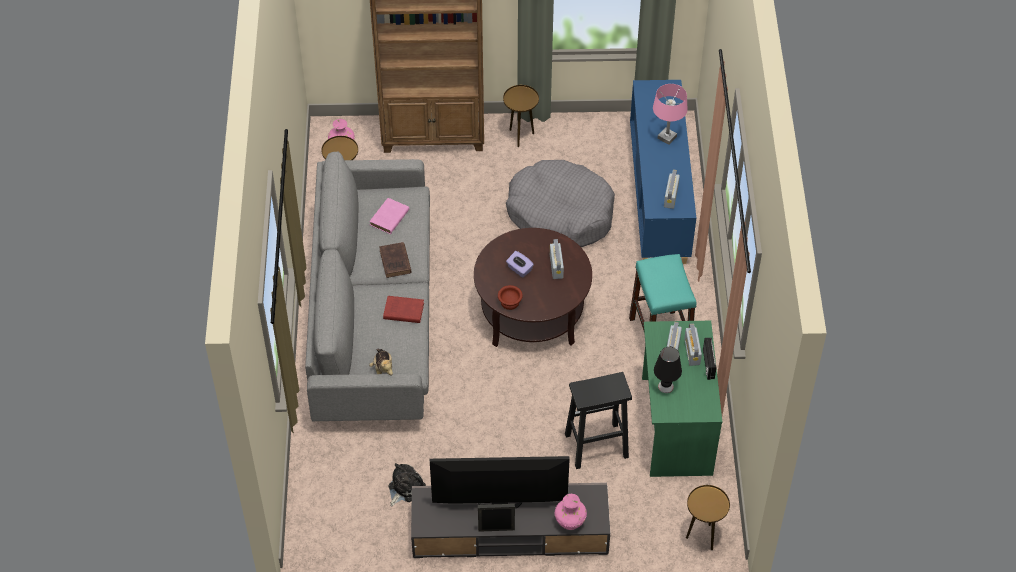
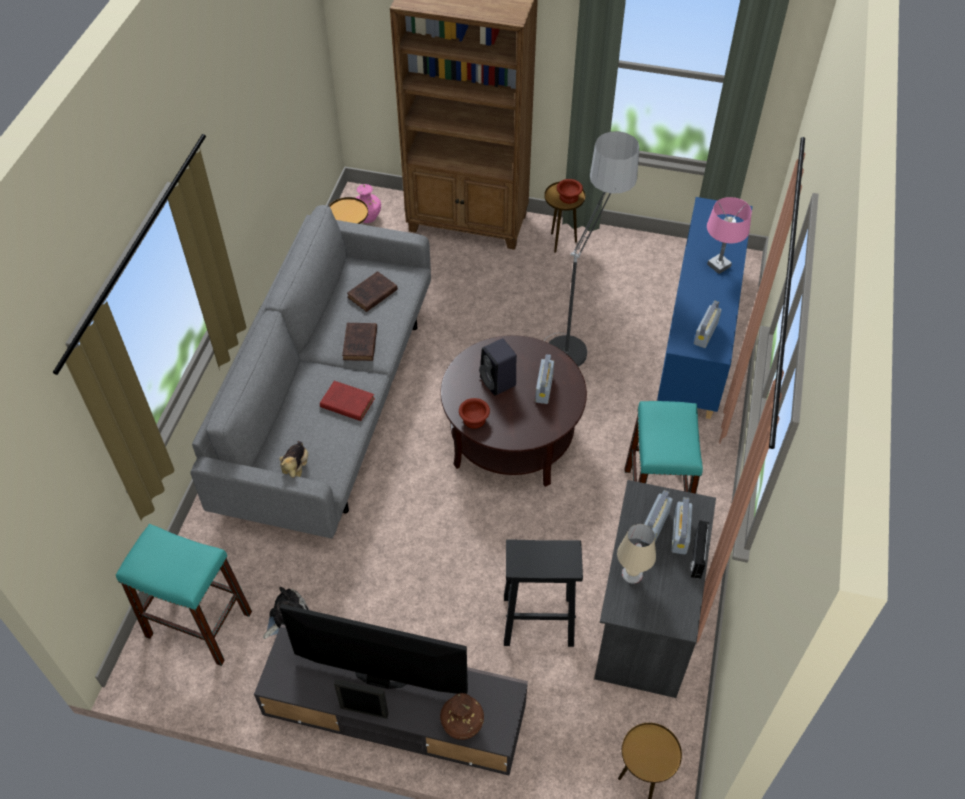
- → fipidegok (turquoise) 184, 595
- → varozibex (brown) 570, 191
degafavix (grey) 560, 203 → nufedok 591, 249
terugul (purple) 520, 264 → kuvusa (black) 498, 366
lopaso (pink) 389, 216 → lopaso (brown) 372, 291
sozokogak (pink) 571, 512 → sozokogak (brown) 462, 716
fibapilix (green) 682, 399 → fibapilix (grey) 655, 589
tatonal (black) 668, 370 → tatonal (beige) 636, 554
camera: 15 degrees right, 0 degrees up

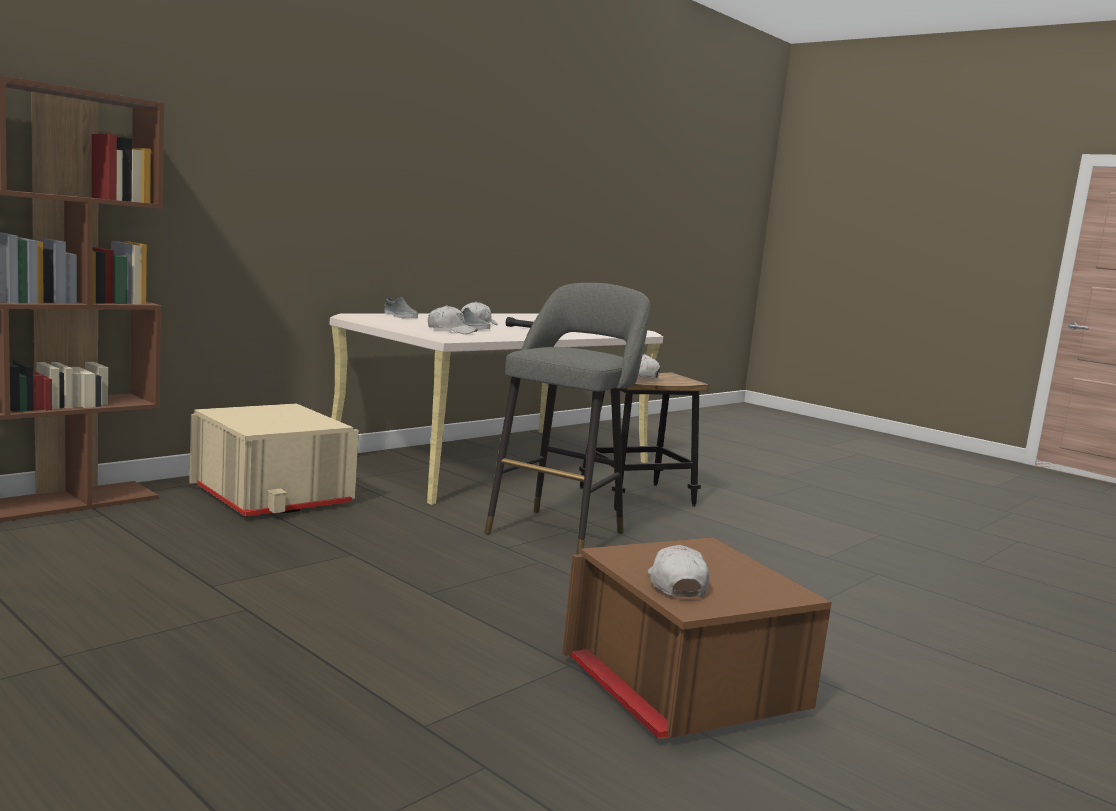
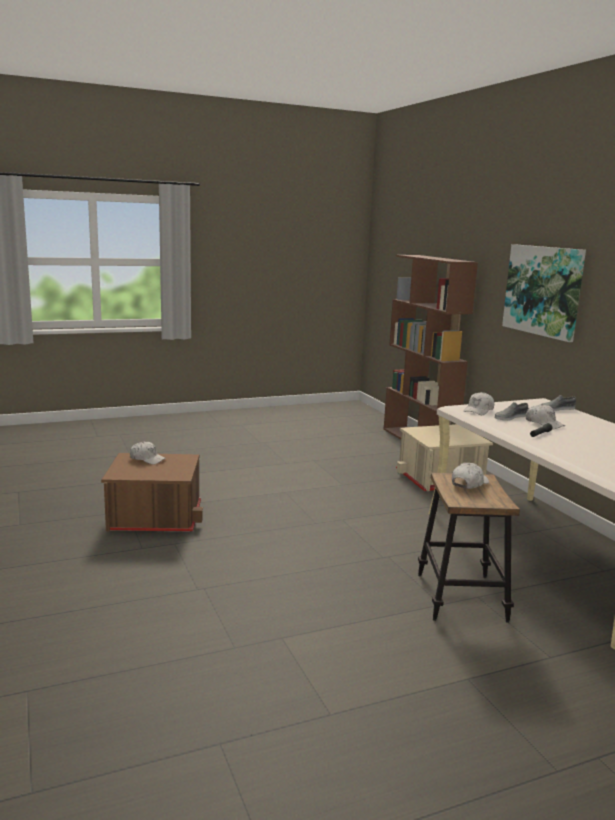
fipidegok (grey) 567, 419 → -
- → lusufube 544, 293
camera: 115 degrees right, 5 degrees up

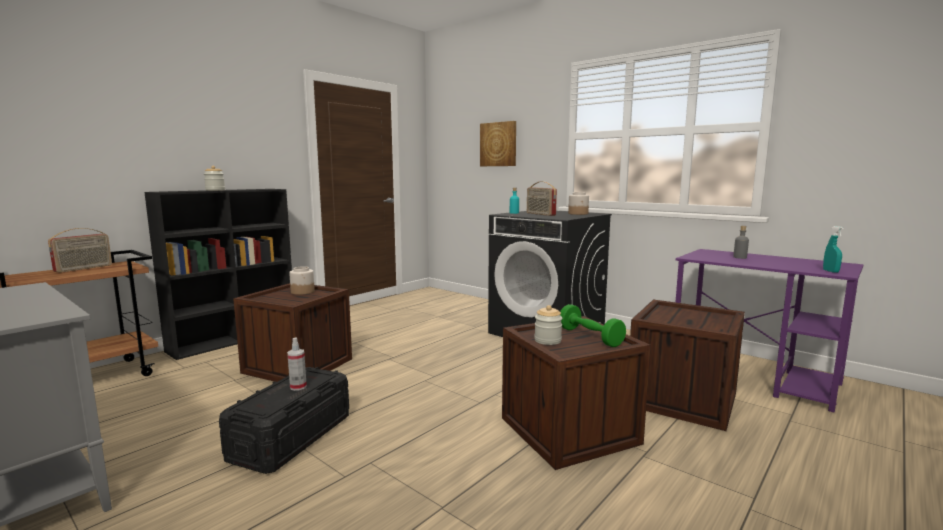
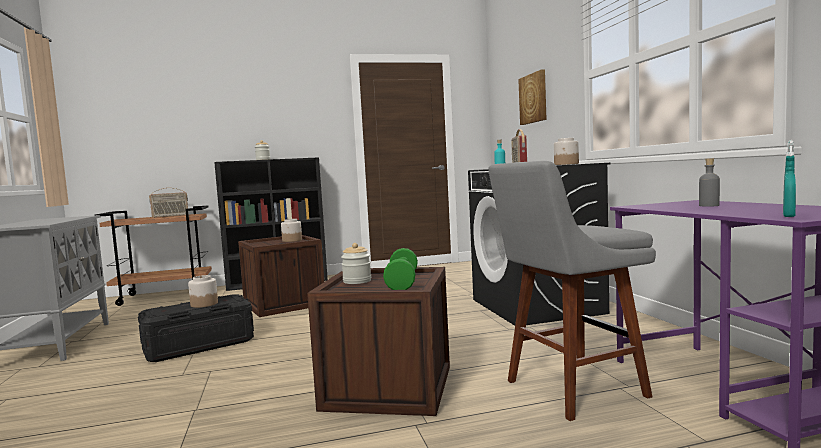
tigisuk 297, 364 → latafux 203, 291
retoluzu 687, 365 → fipidegok (grey) 572, 291
camera: 35 degrees right, 5 degrees down

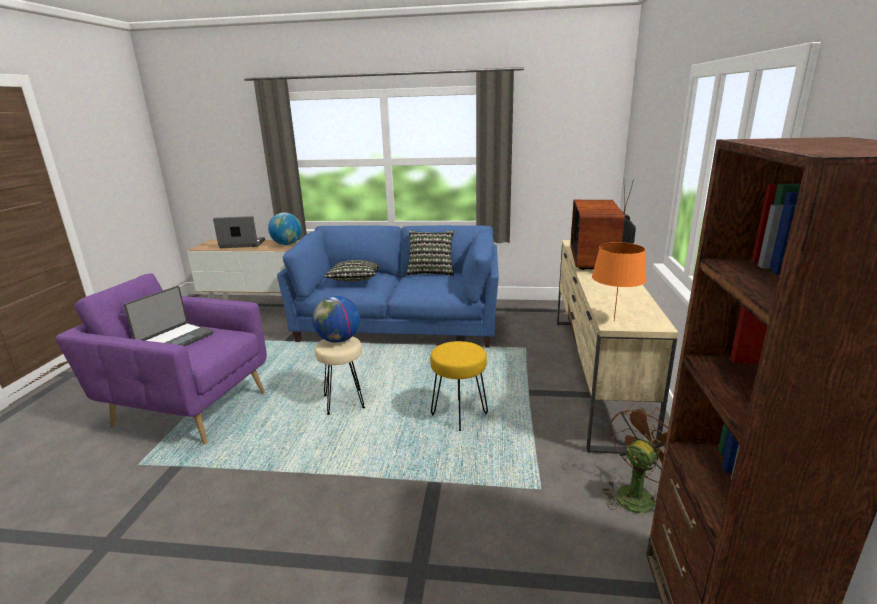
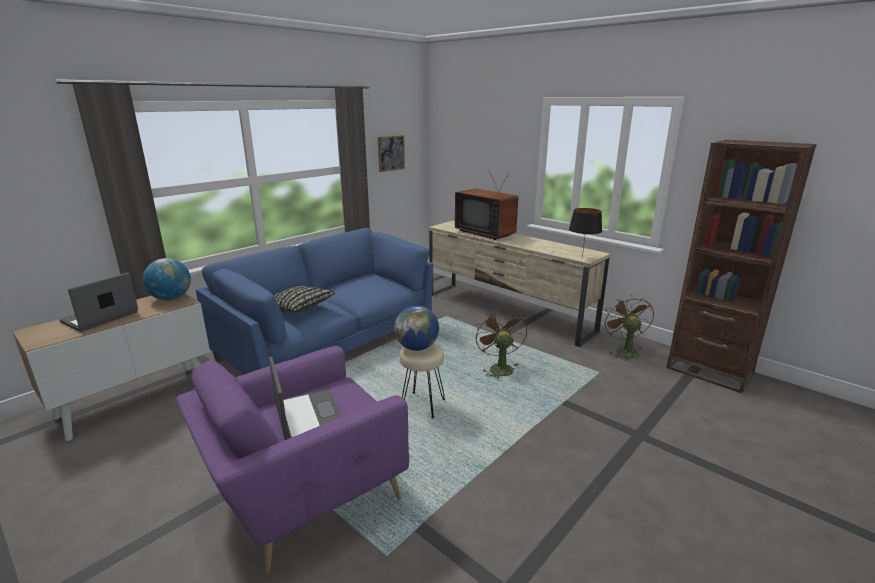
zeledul 430, 253 → -
- → lusufube 391, 153
fipidegok (yellow) 459, 386 → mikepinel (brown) 501, 345
tatonal (orange) 619, 281 → tatonal (black) 585, 233
camera: 55 degrees left, 0 degrees up

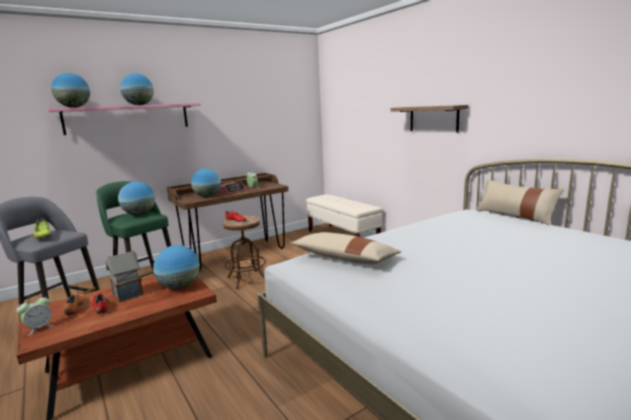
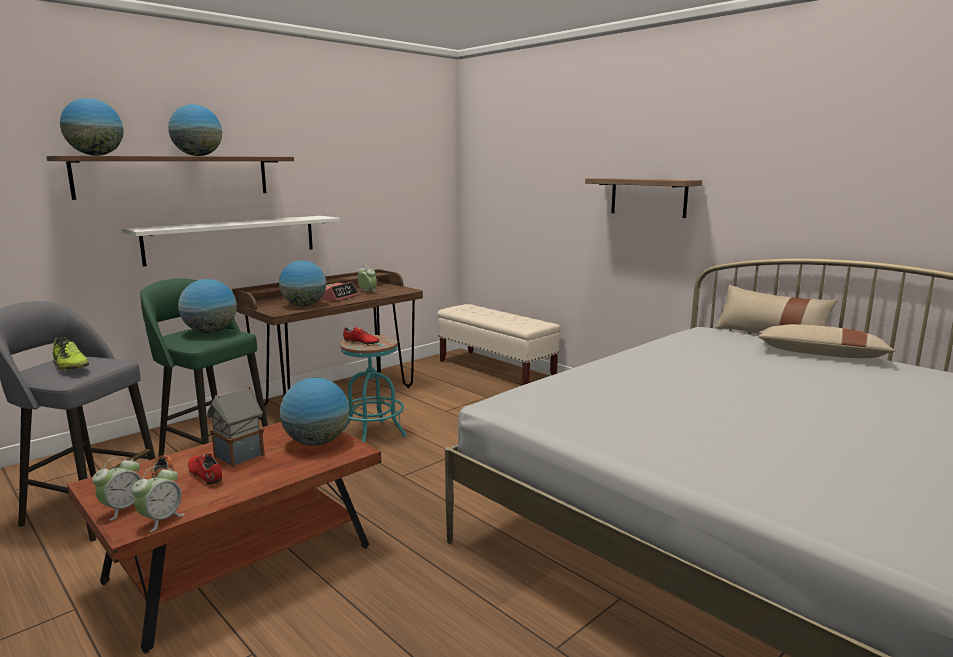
- → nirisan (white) 231, 241
- → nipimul 158, 499
zeledul (beige) 345, 248 → zeledul (beige) 827, 341, shifted
nirisan (pink) 124, 119 → nirisan (brown) 170, 178
fipidegok (brown) 244, 252 → fipidegok (turquoise) 373, 388
camera: 10 degrees left, 0 degrees up

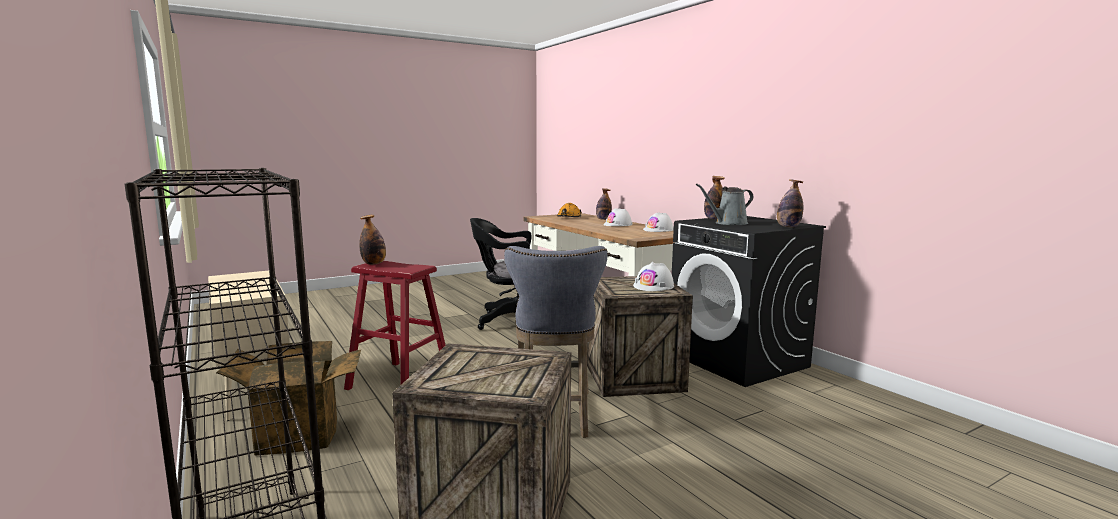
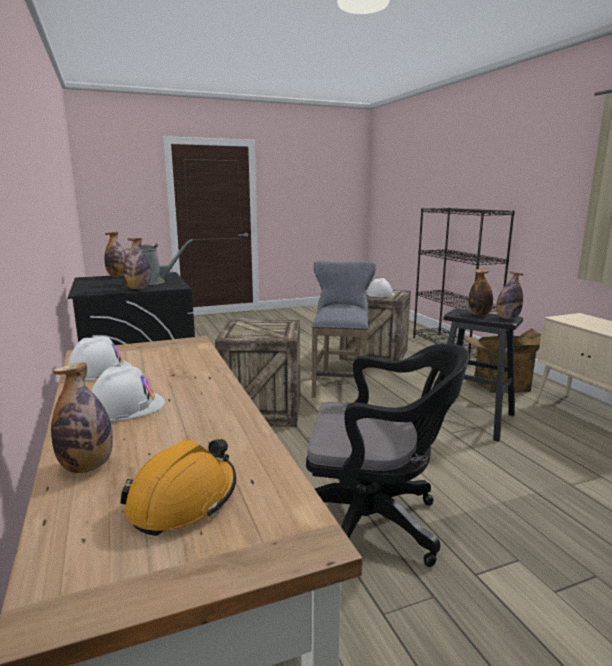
- → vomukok 480, 292
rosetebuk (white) 653, 276 → rosetebuk (white) 380, 287, shifted
fipidegok (red) 395, 325 → fipidegok (black) 483, 375
camera: 170 degrees left, 5 degrees up

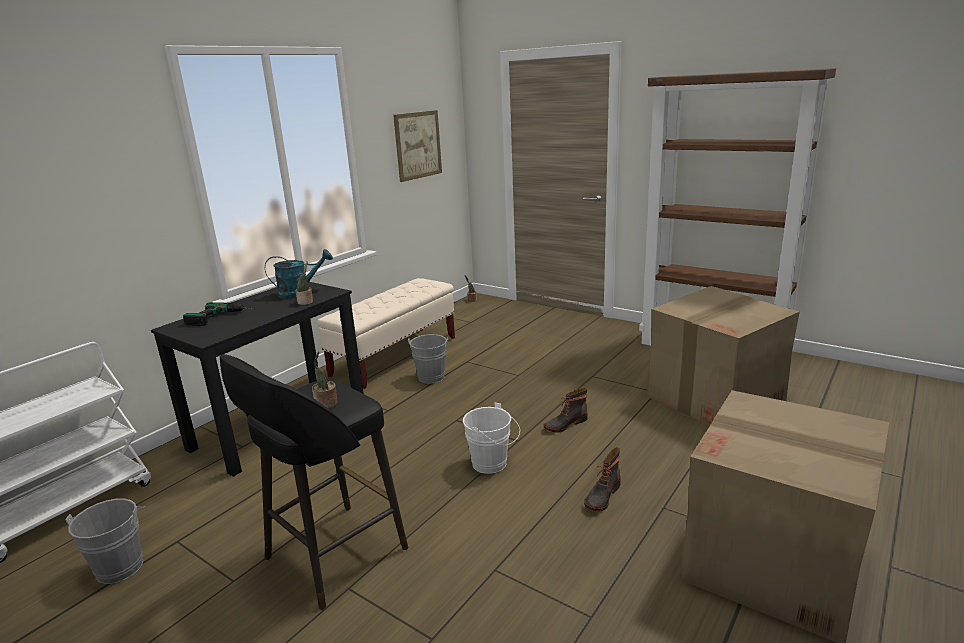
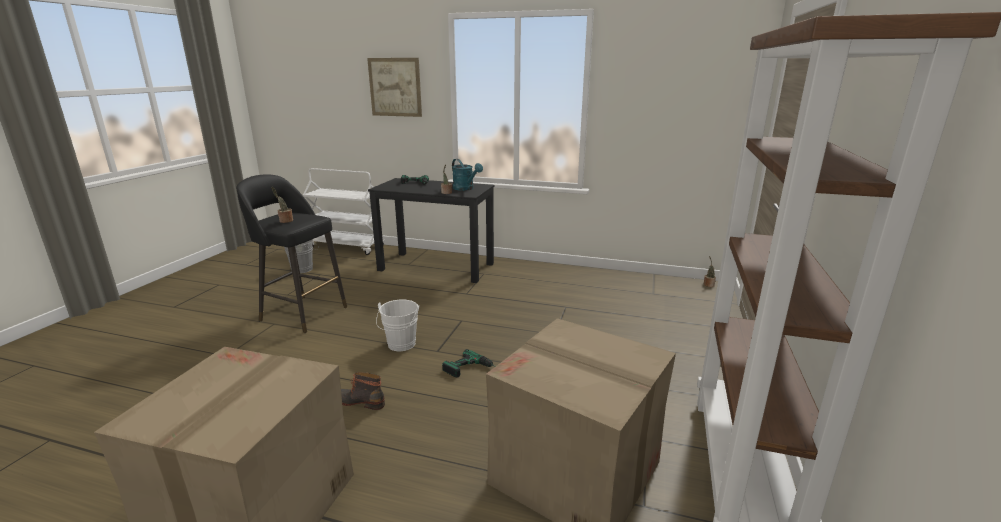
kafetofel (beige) 386, 333 → -
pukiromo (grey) 428, 359 → -
lusufube 417, 146 → lusufube 394, 87, shifted
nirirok 565, 410 → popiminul 469, 363
camera: 70 degrees right, 0 degrees up

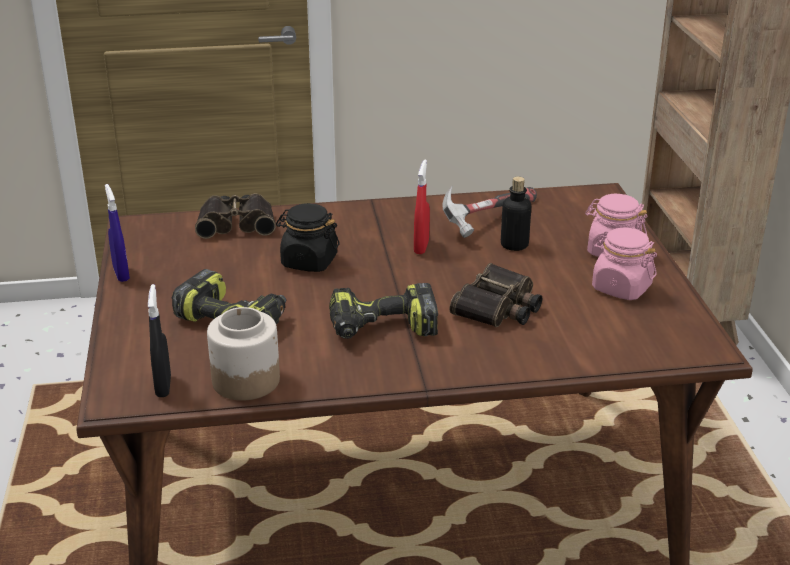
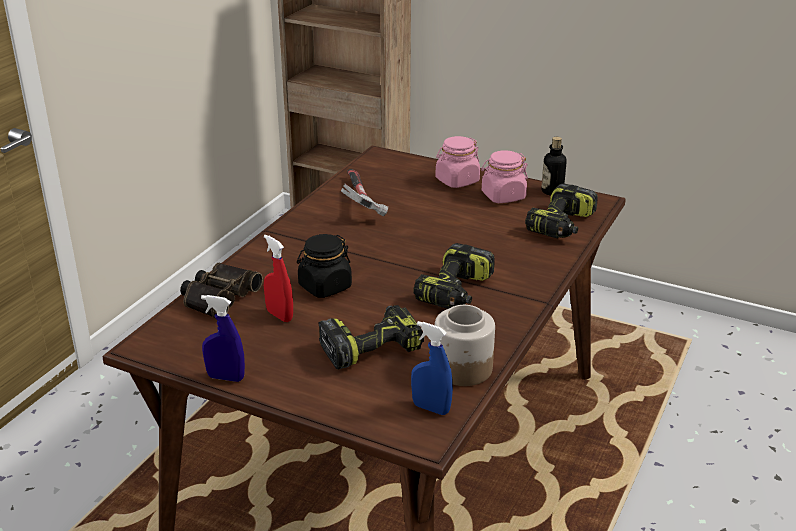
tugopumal 495, 295 → -
- → popiminul 561, 210
tigisuk (red) 422, 206 → tigisuk (red) 278, 278, shifted
vomukok 516, 214 → vomukok 554, 166, shifted
tigisuk (black) 159, 340 → tigisuk (blue) 432, 368
camera: 55 degrees left, 0 degrees up

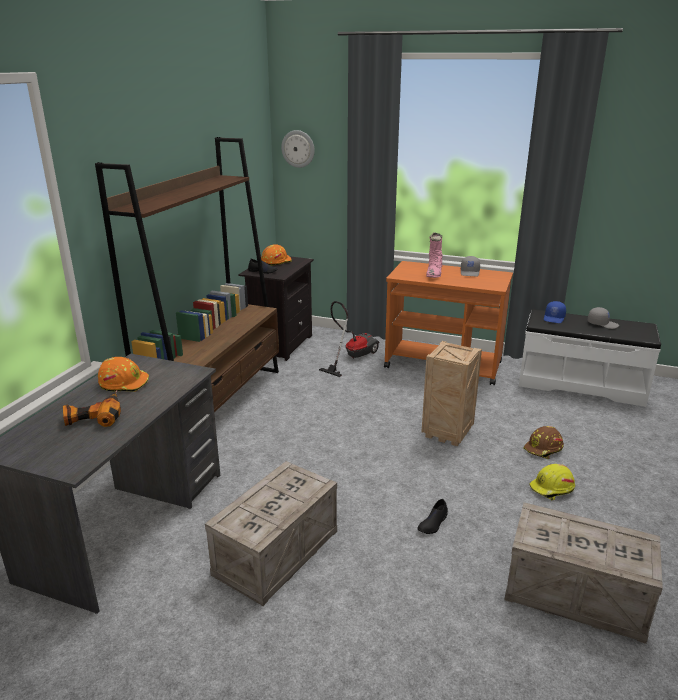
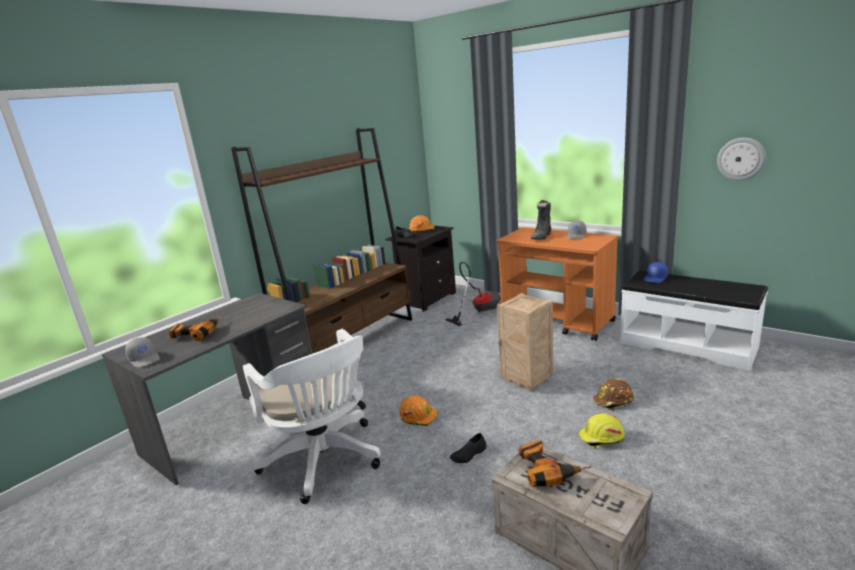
- → popiminul 555, 463
rosetebuk (orange) 123, 374 → rosetebuk (orange) 419, 410, shifted
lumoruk 298, 149 → lumoruk 741, 159, shifted
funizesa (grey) 603, 318 → funizesa (grey) 142, 352, shifted
retoluzu 271, 533 → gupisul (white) 312, 416
nirirok (pink) 434, 255 → nirirok (black) 541, 220
camera: 20 degrees right, 5 degrees down

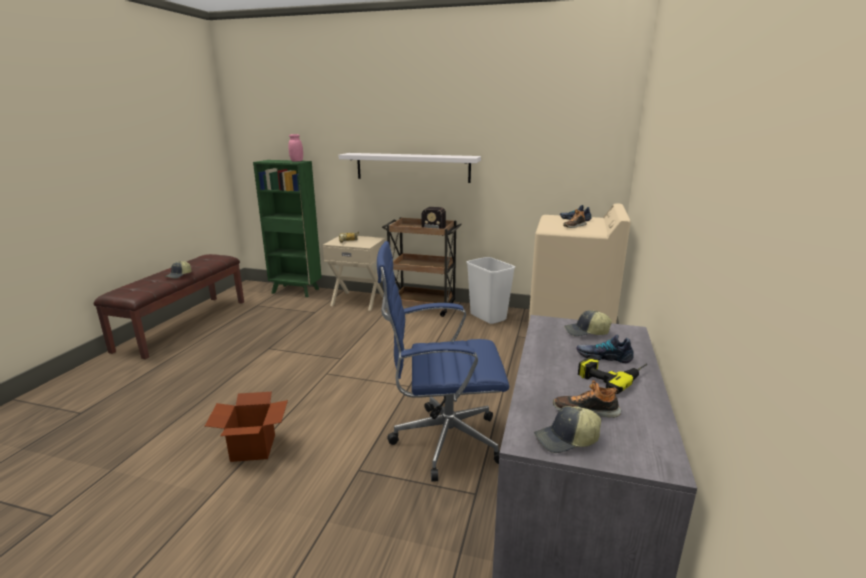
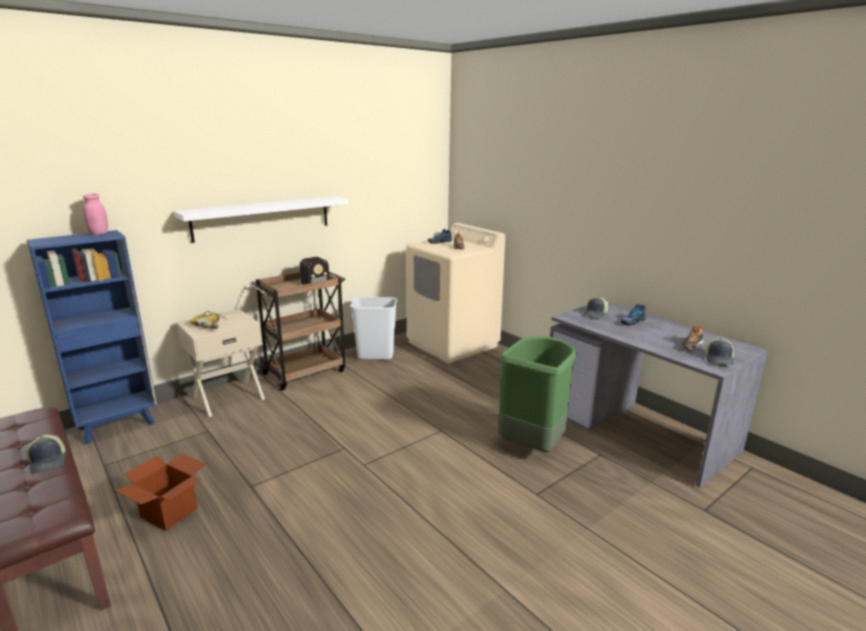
popiminul 612, 375 → -
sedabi 246, 427 → sedabi 160, 492, shifted
gupisul (blue) 443, 361 → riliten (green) 537, 394
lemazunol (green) 287, 228 → lemazunol (blue) 92, 337
camera: 55 degrees left, 0 degrees up

